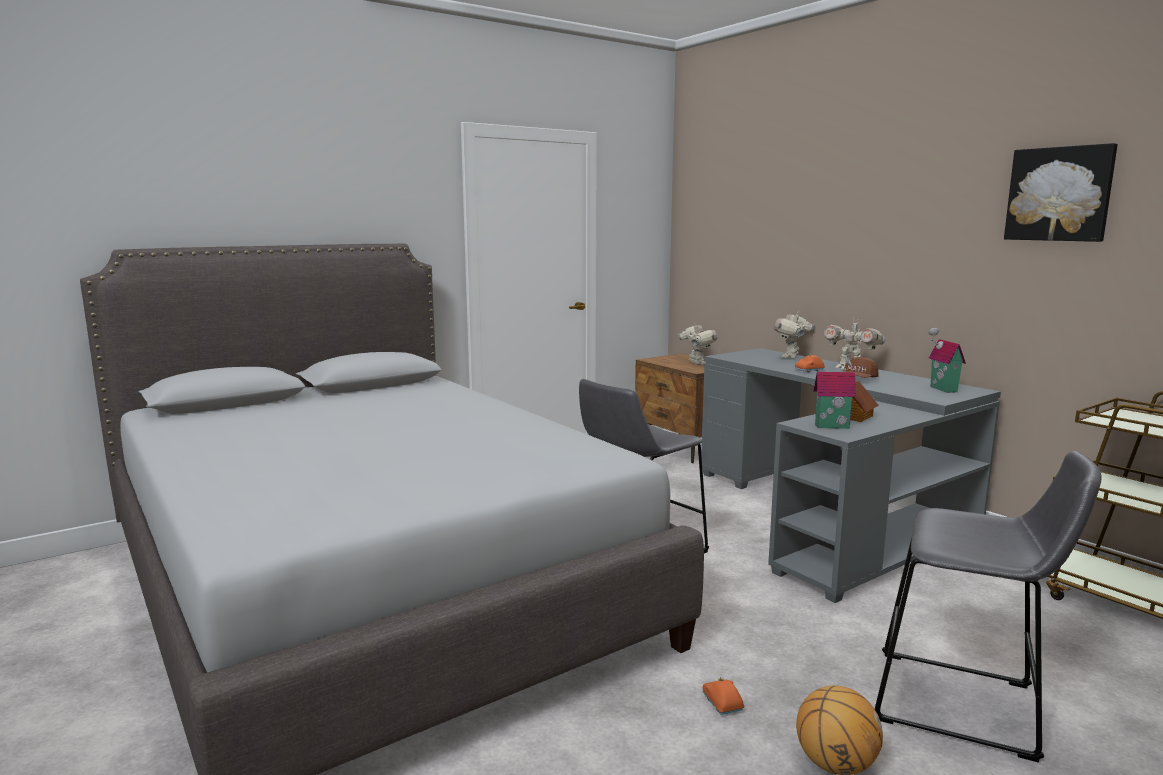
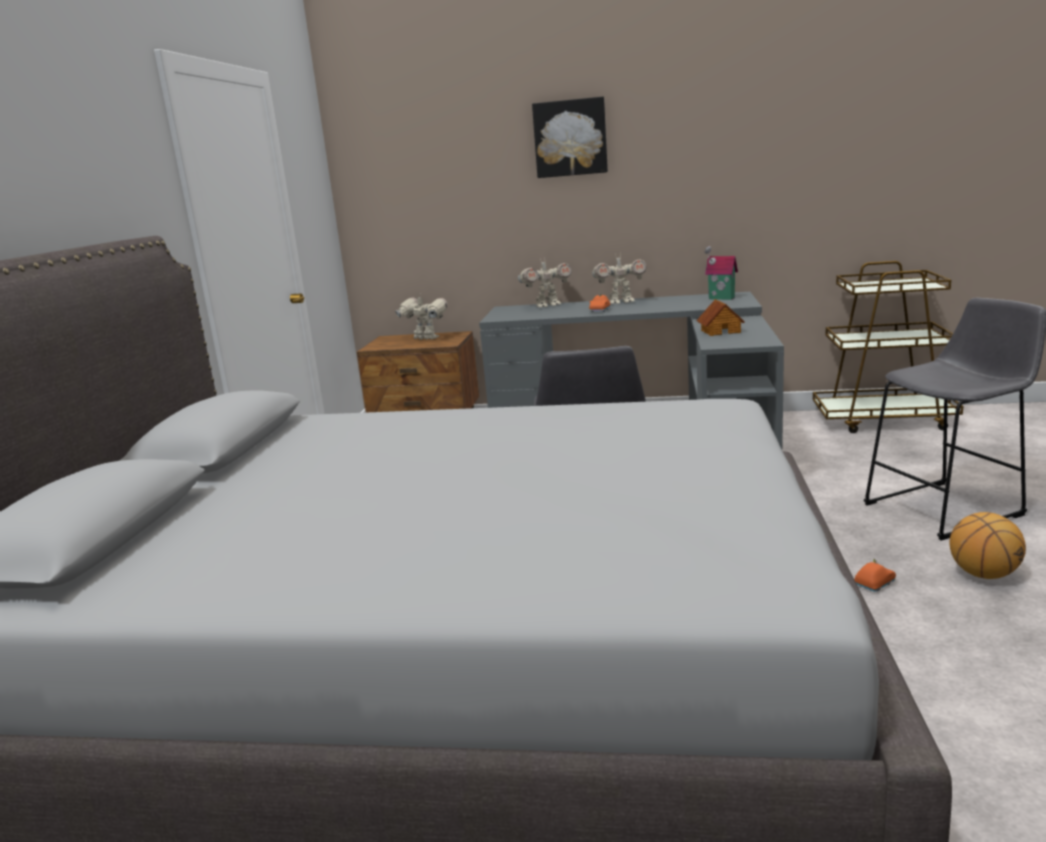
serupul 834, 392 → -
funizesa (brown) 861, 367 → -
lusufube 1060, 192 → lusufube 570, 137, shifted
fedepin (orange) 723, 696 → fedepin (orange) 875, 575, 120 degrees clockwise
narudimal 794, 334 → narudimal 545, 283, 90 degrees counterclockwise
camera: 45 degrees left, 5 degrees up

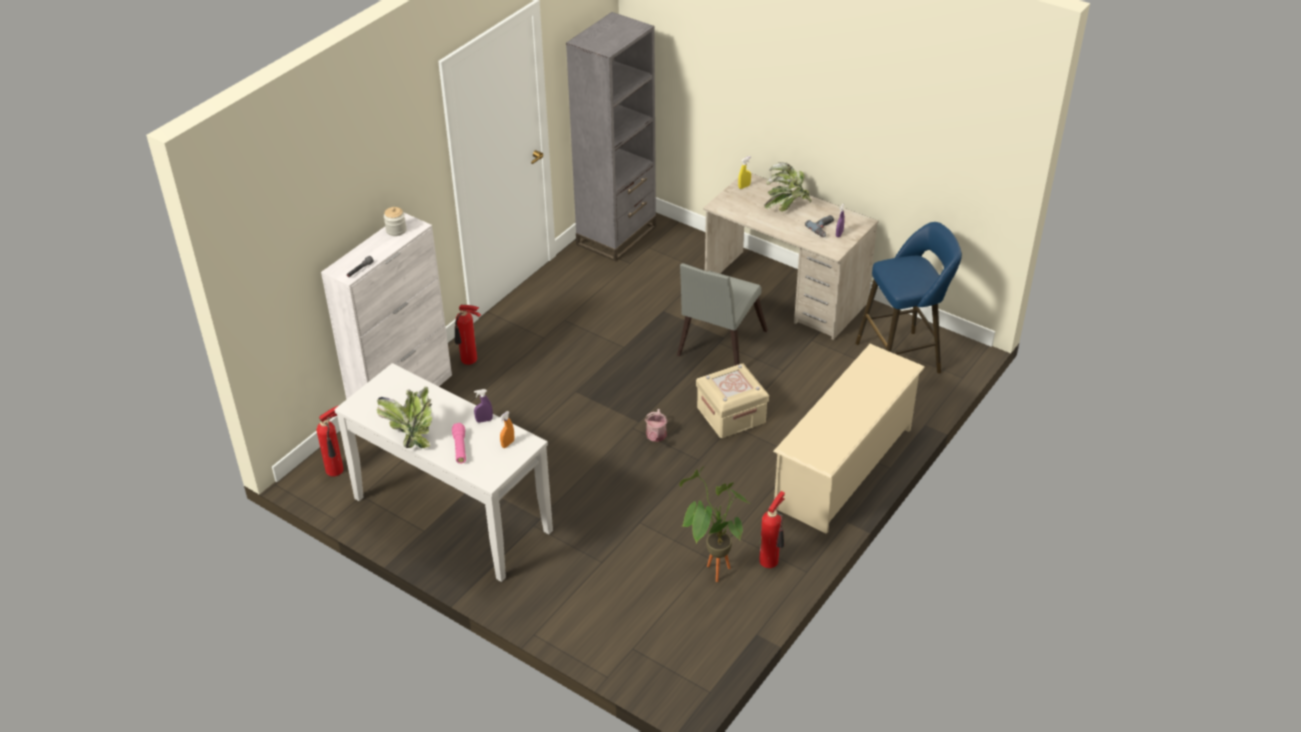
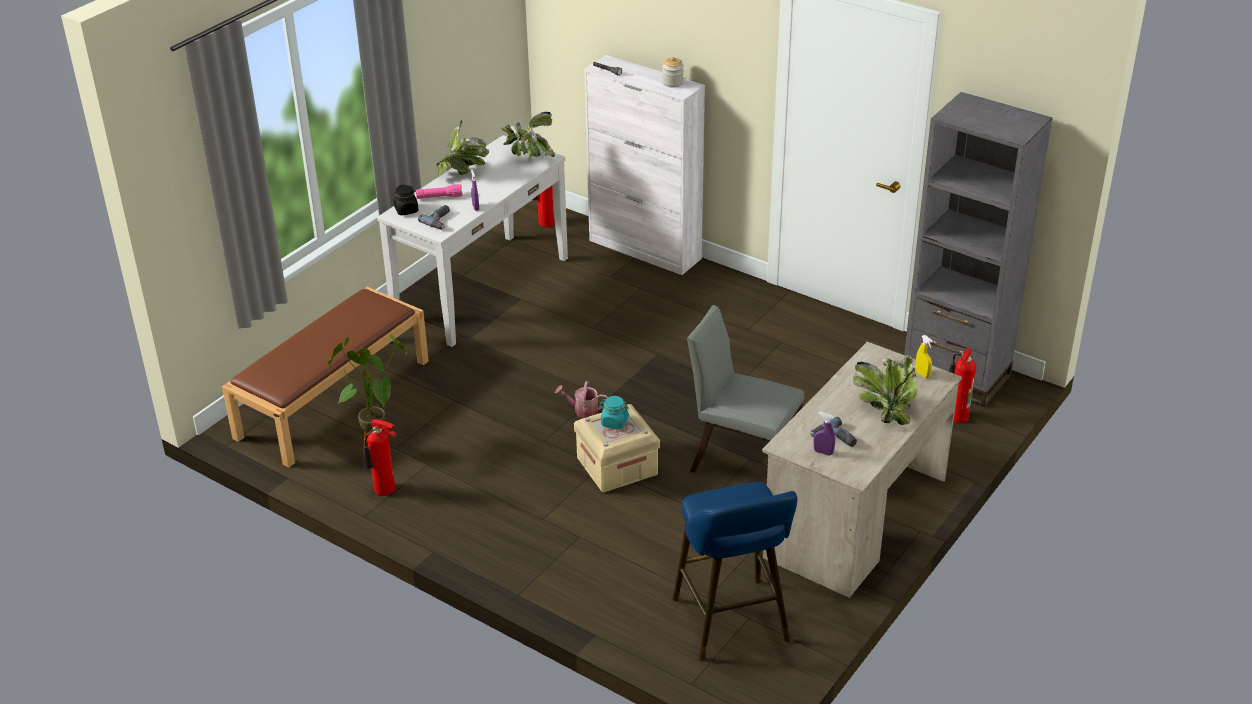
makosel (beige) 849, 439 → -
- → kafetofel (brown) 325, 377
- → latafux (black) 406, 200
- → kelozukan 528, 134
- → latafux (turquoise) 614, 412
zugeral 468, 335 → zugeral 962, 385, shifted
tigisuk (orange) 507, 429 → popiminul 434, 217
camera: 90 degrees right, 5 degrees down

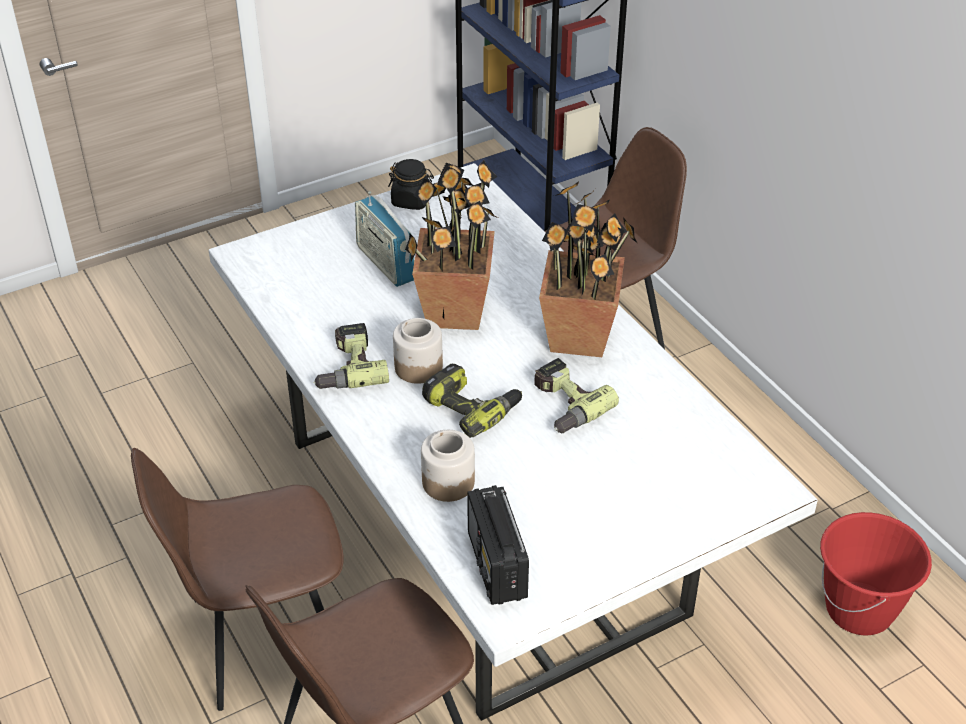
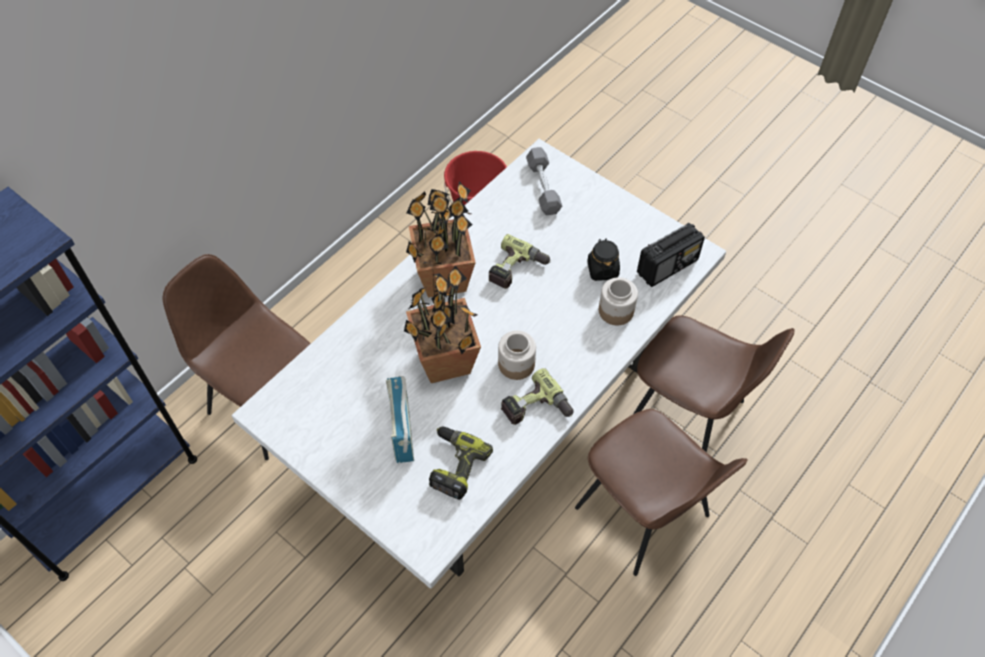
- → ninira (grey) 544, 181
latafux (black) 411, 184 → latafux (black) 603, 259, shifted
popiminul 472, 401 → popiminul 461, 463, shifted
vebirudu 384, 239 → vebirudu 400, 419, 135 degrees clockwise
camera: 110 degrees left, 15 degrees up

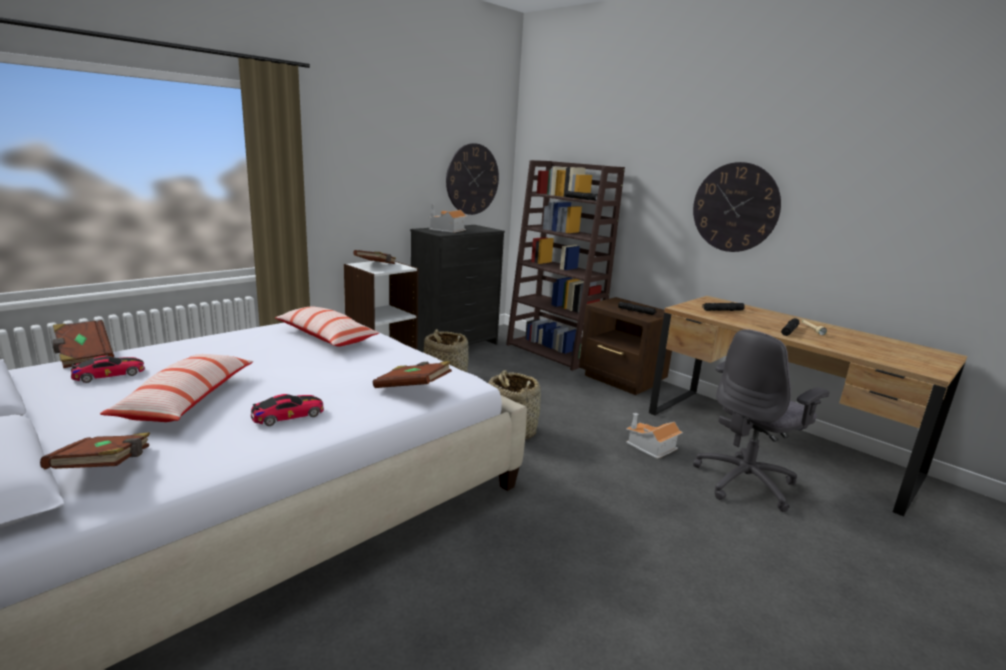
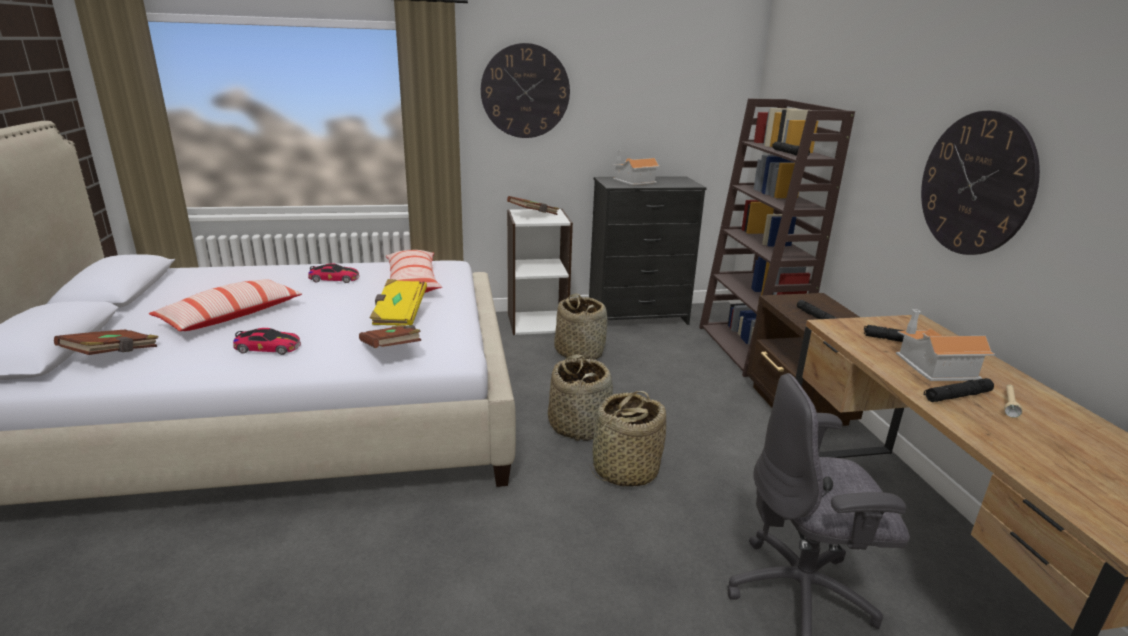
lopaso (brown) 83, 344 → -
- → lopaso (yellow) 398, 302
- → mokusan 627, 438
fedepin 108, 369 → fedepin 334, 273, shifted
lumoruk 472, 179 → lumoruk 525, 90, shifted
serupul 654, 436 → serupul 945, 345, shifted
camera: 35 degrees right, 5 degrees up

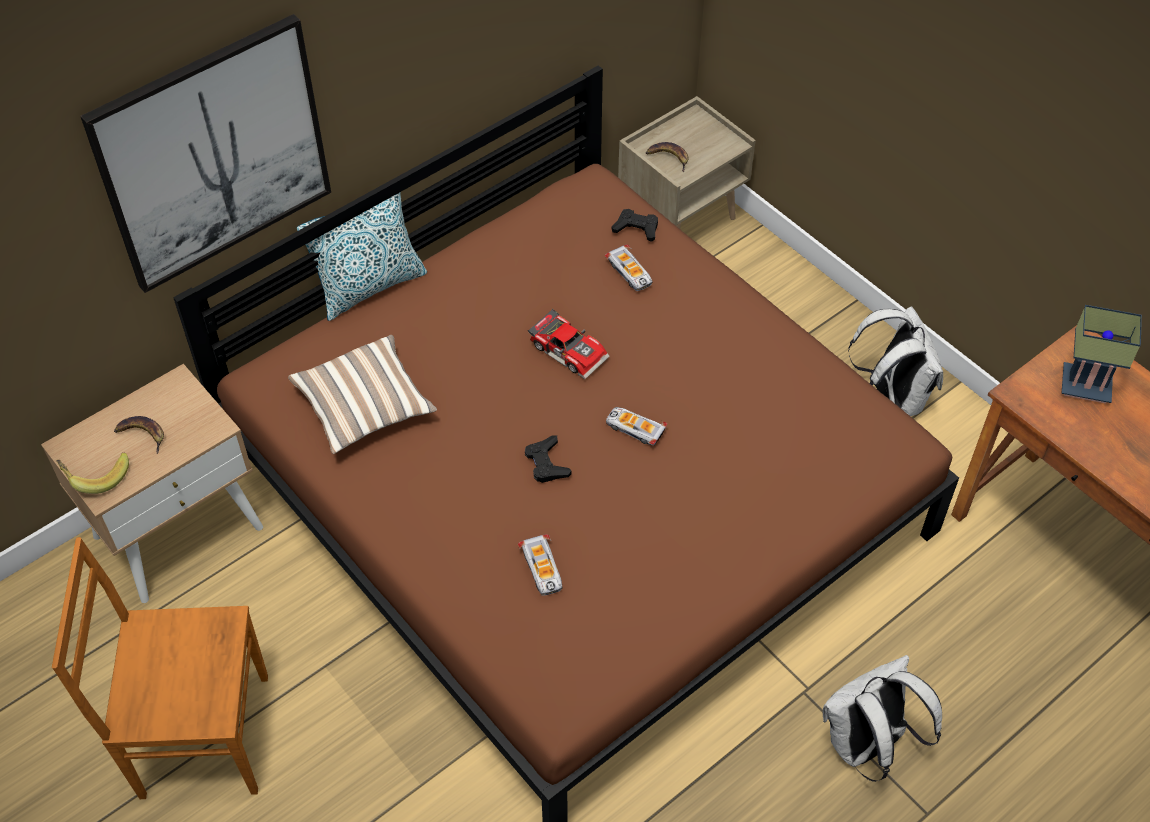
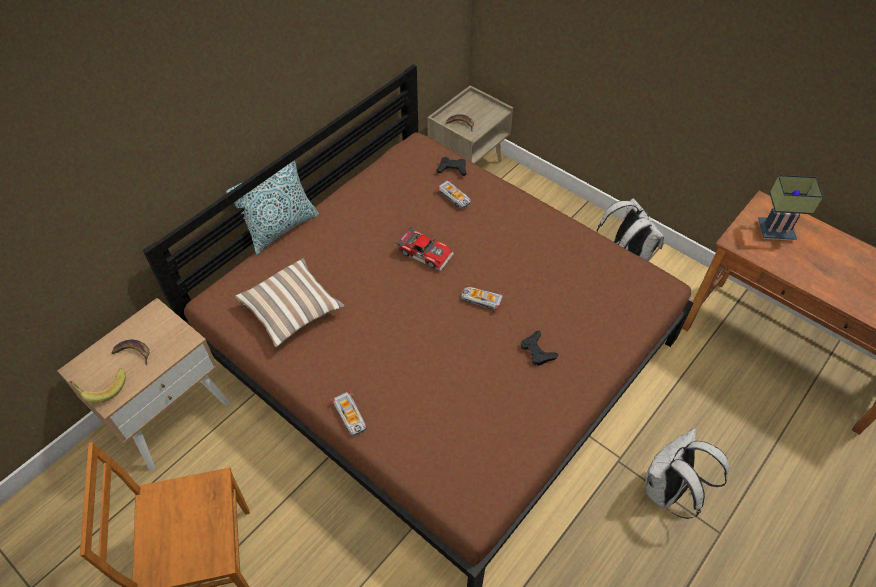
lusufube 205, 153 → -
fedepin 540, 565 → fedepin 348, 413, shifted
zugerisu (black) 548, 459 → zugerisu (black) 539, 348, shifted
camera: 10 degrees left, 0 degrees up

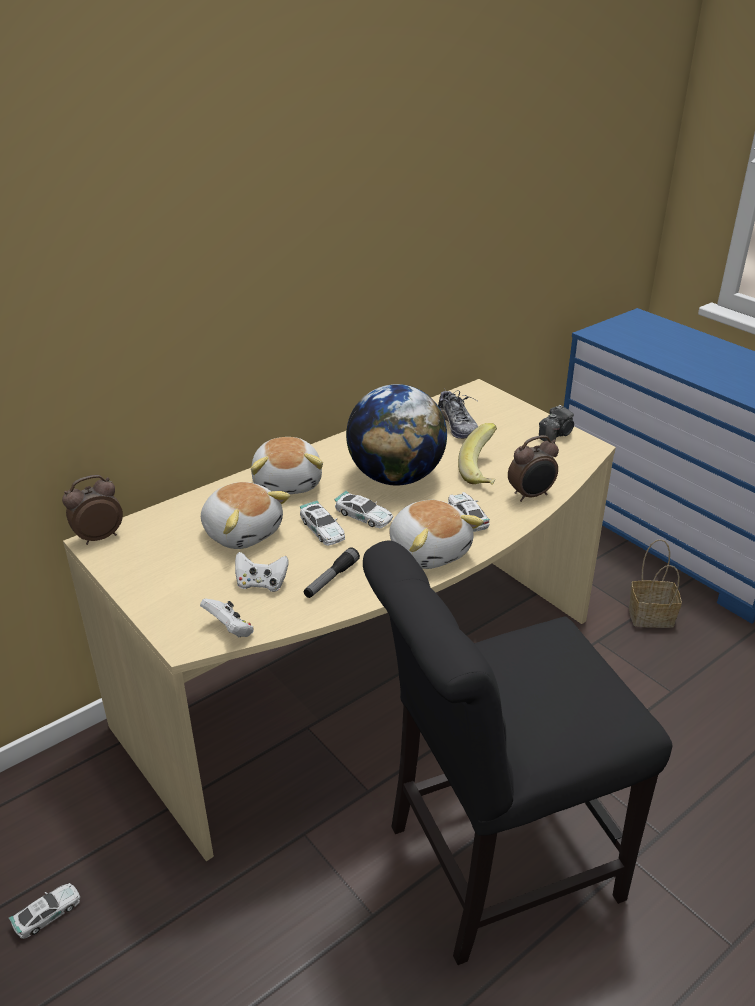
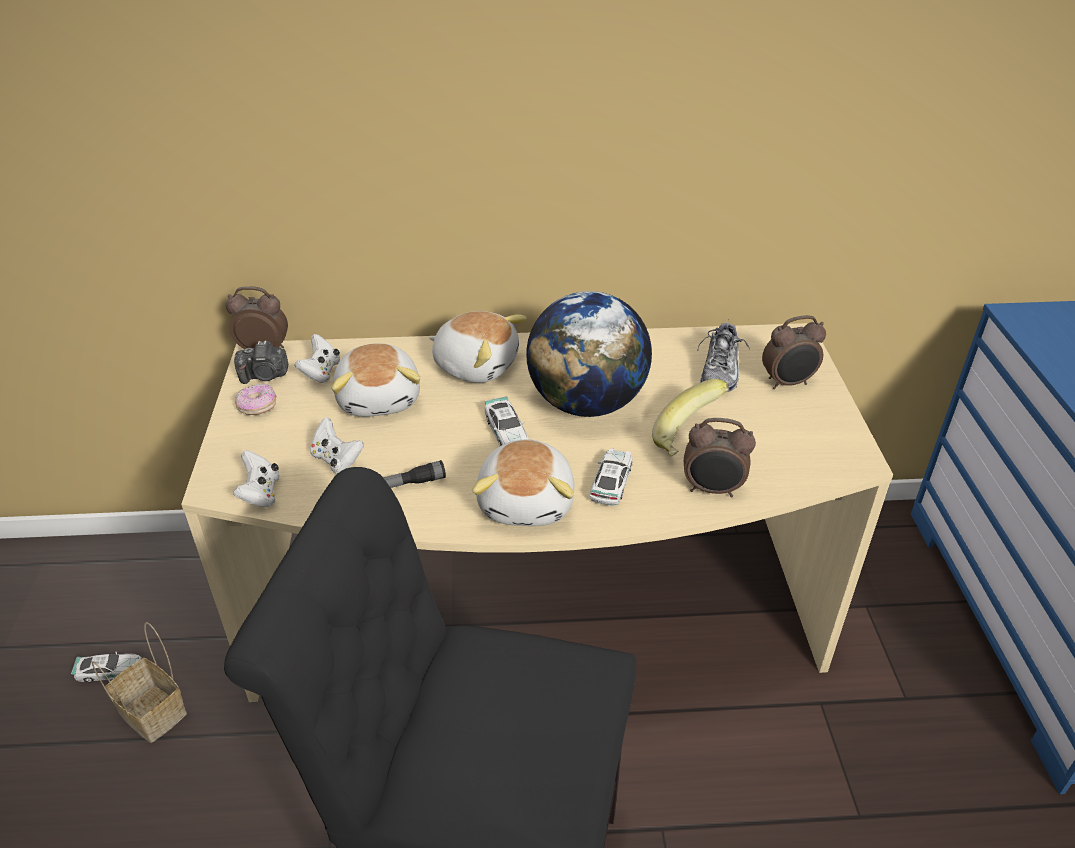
fedepin 322, 523 → -
- → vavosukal 256, 399
- → zugerisu (white) 317, 358
- → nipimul 794, 352
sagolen 556, 423 → sagolen 261, 362, shifted
mokusan 655, 583 → mokusan 139, 682, shifted
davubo 287, 465 → davubo 478, 347, 90 degrees counterclockwise
camera: 35 degrees right, 5 degrees up

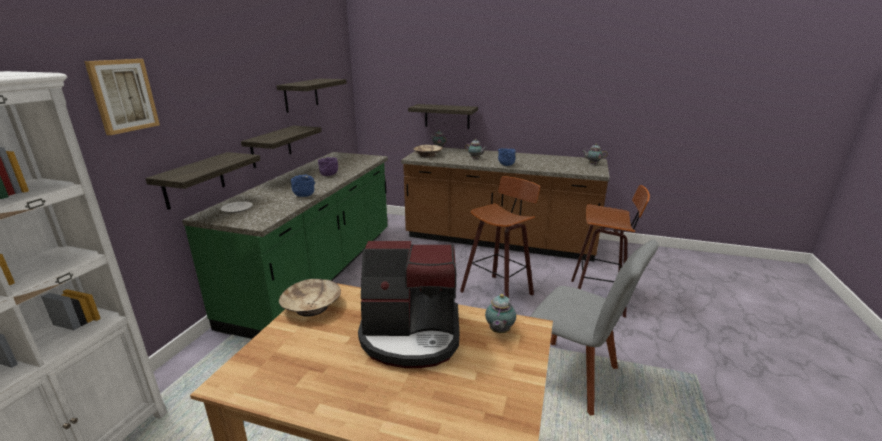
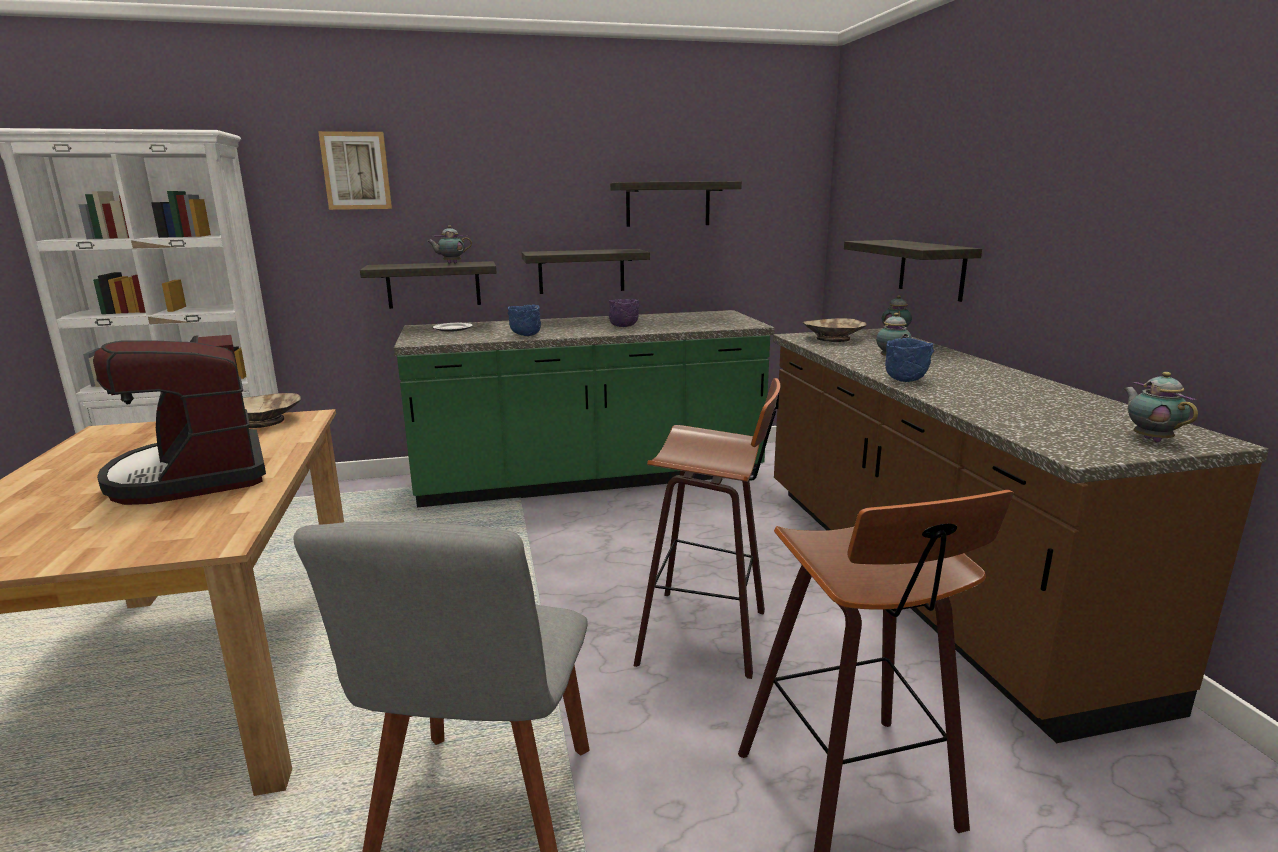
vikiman 500, 313 → vikiman 449, 244, shifted
camera: 60 degrees right, 5 degrees down

